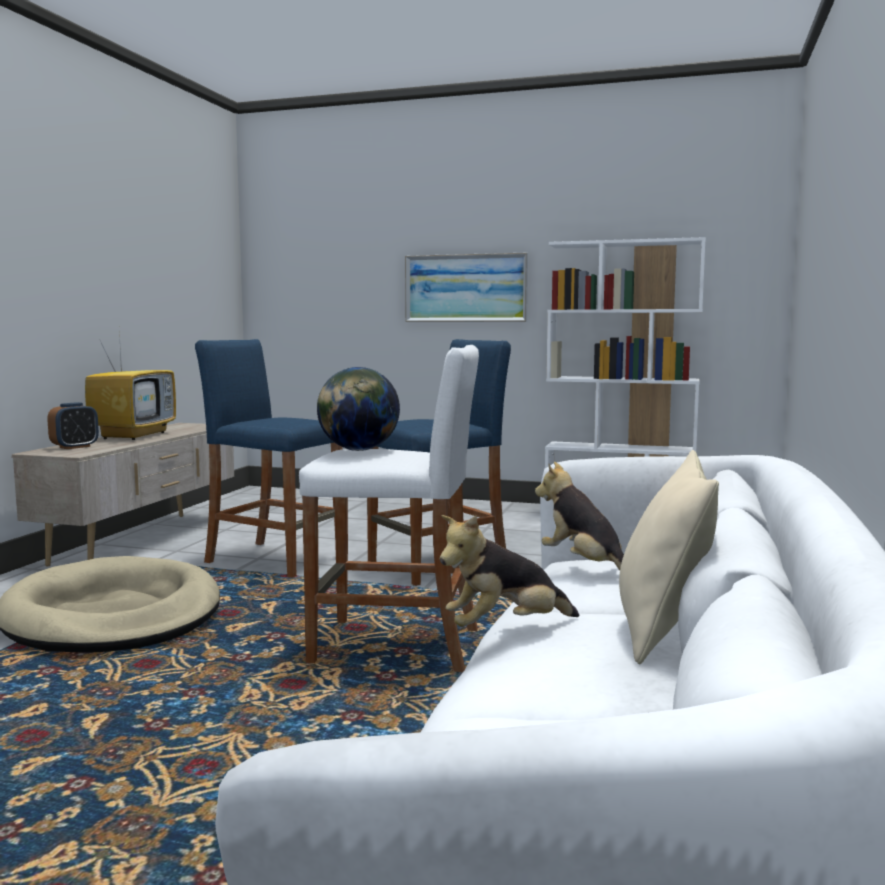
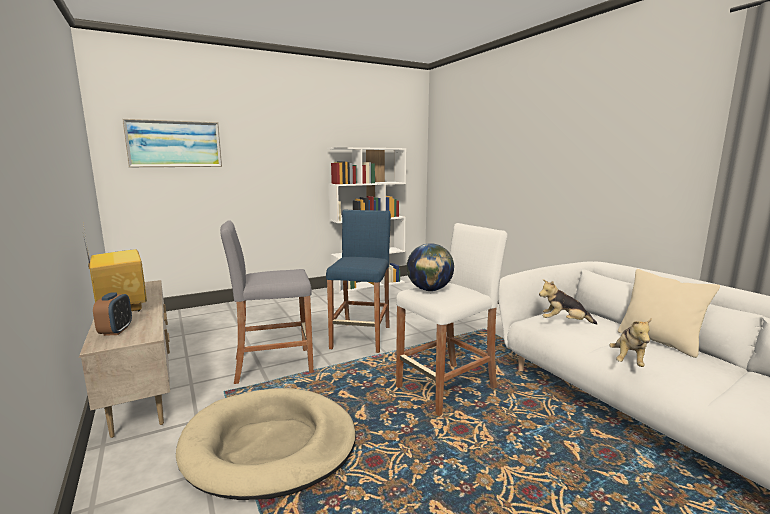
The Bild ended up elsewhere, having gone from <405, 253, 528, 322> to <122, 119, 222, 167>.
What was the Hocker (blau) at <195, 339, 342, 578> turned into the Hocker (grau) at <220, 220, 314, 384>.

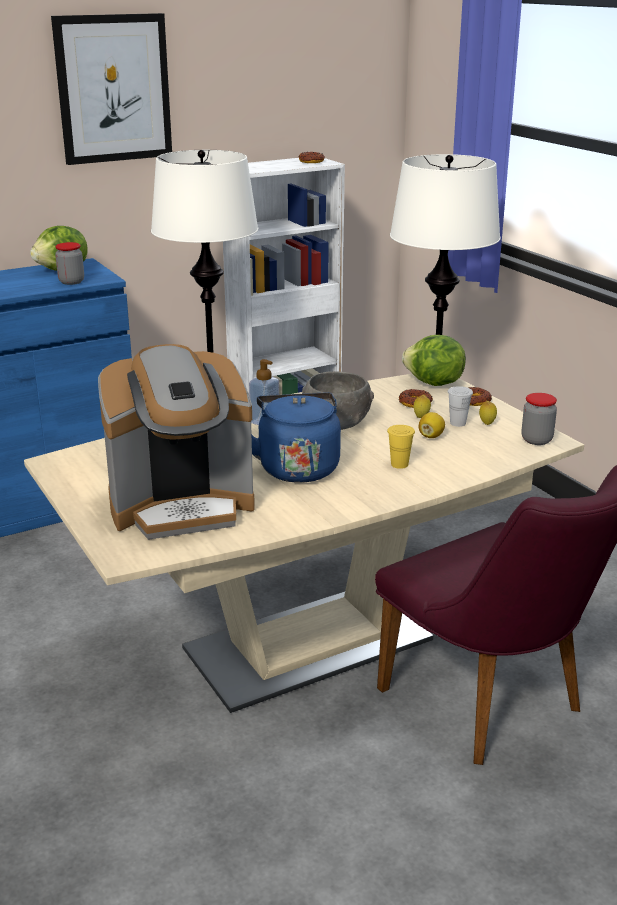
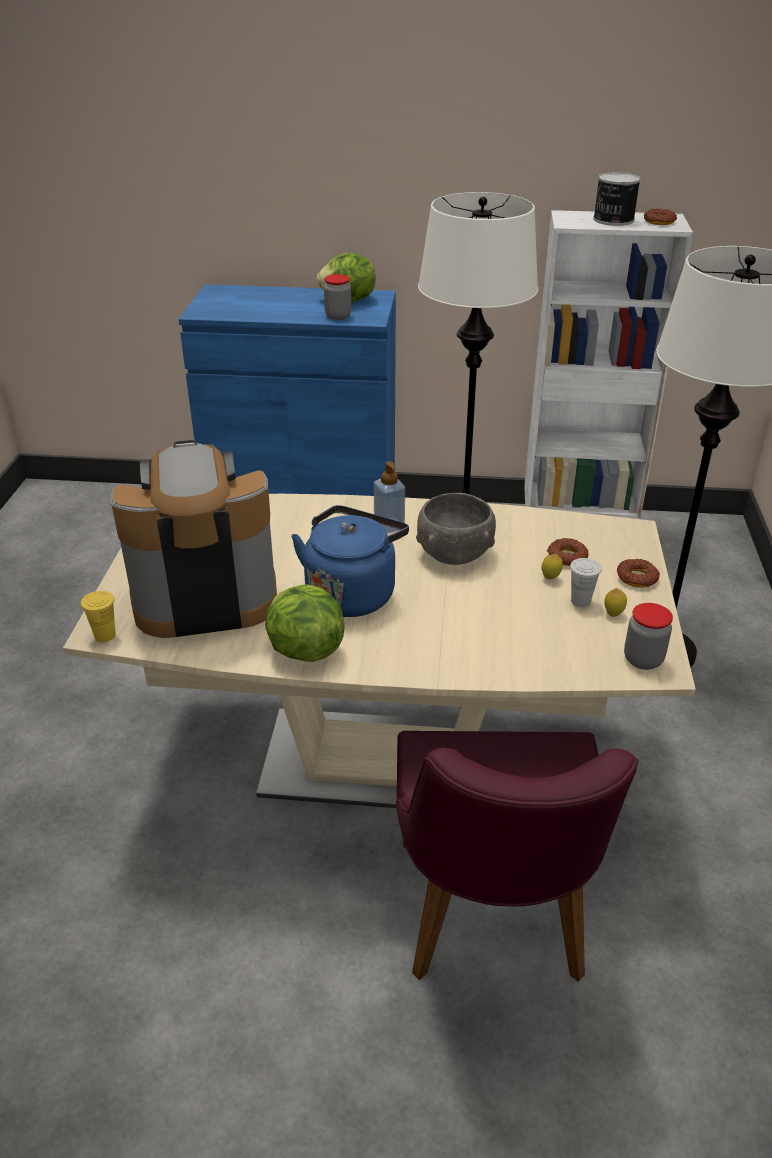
The second view lost the Bild at <51, 13, 172, 165>.
The second view lost the Zitrone at <419, 412, 445, 438>.
The second view gained the Dose at <593, 172, 641, 226>.
The Tasse (gelb) ended up elsewhere, having gone from <387, 425, 415, 469> to <81, 591, 115, 642>.
The Salatkopf ended up elsewhere, having gone from <402, 335, 466, 386> to <265, 584, 345, 662>.
The Kaffeemaschine at <98, 344, 255, 540> ended up facing another way, 150 degrees clockwise from before.

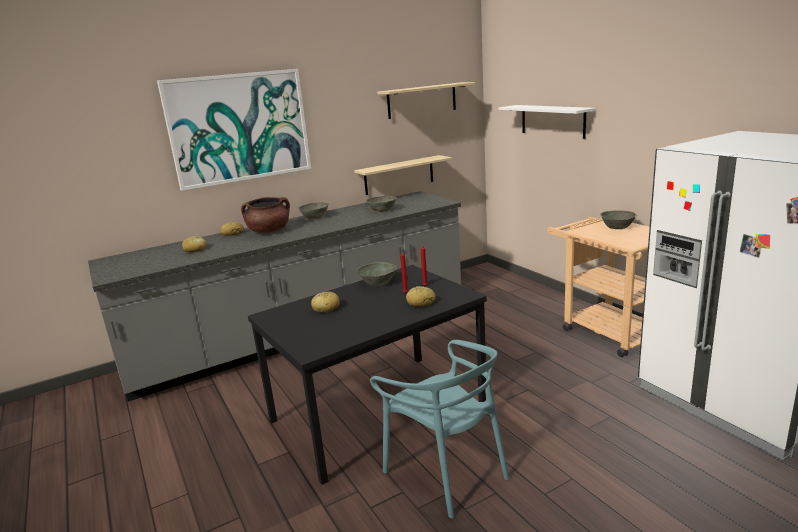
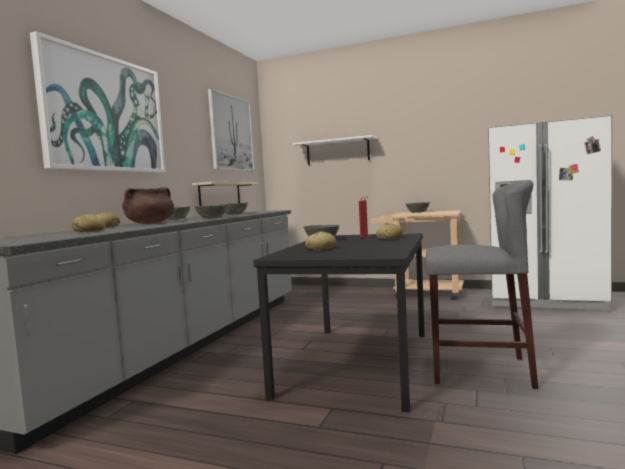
The second view gained the Schüssel (grau) at <194, 205, 228, 219>.
Where the Stuhl (türkis) stood at <370, 340, 509, 518>, the Hocker (grau) came to stand at <426, 180, 538, 389>.
Where the Wandregal (beige) hung at <377, 82, 476, 119>, the Bild came to hang at <208, 89, 255, 171>.

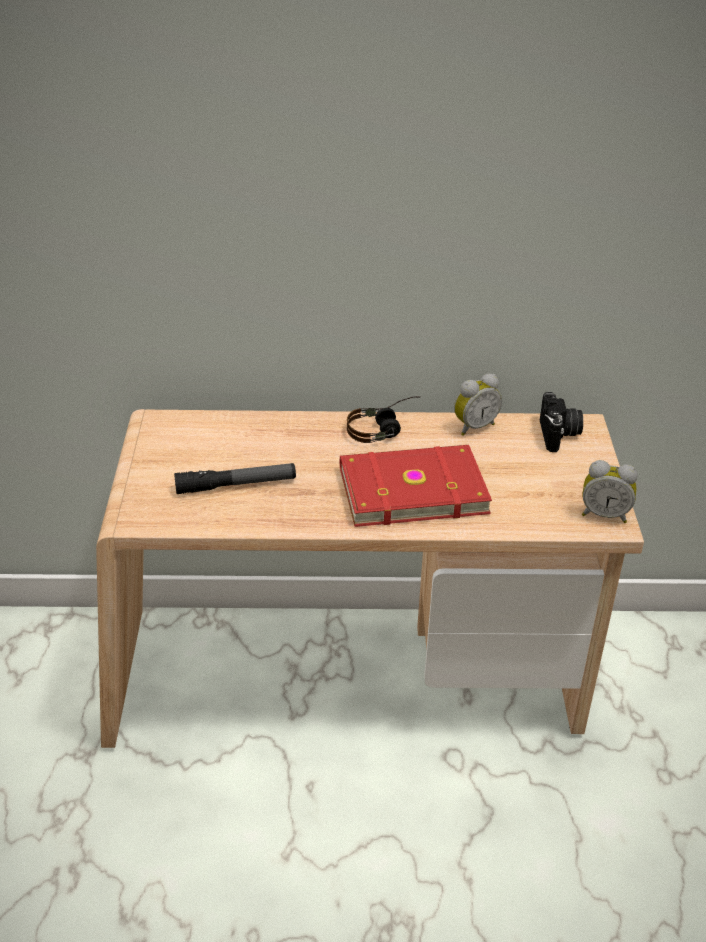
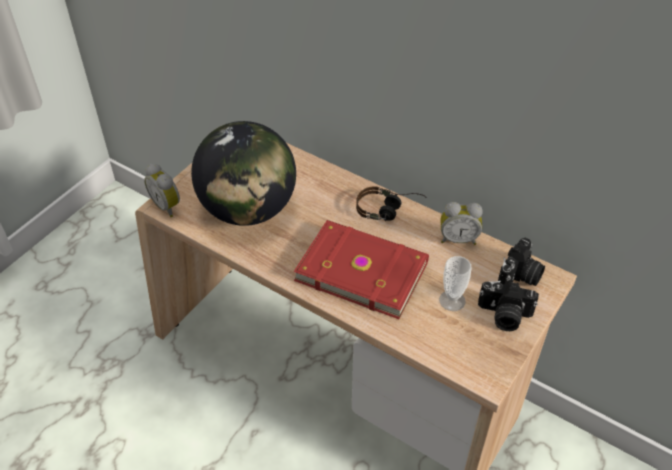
The second view gained the Tasse at <439, 256, 472, 311>.
The second view gained the Kamera at <478, 281, 539, 331>.
The Wecker ended up elsewhere, having gone from <582, 460, 638, 523> to <144, 164, 180, 217>.
Where the Taschenlampe stood at <174, 463, 296, 494>, the Globus came to stand at <191, 121, 296, 226>.

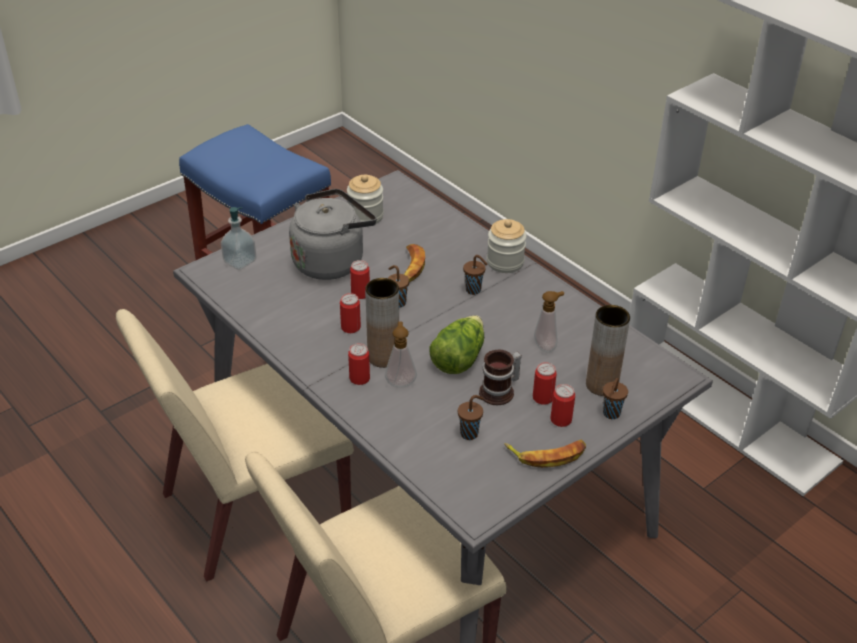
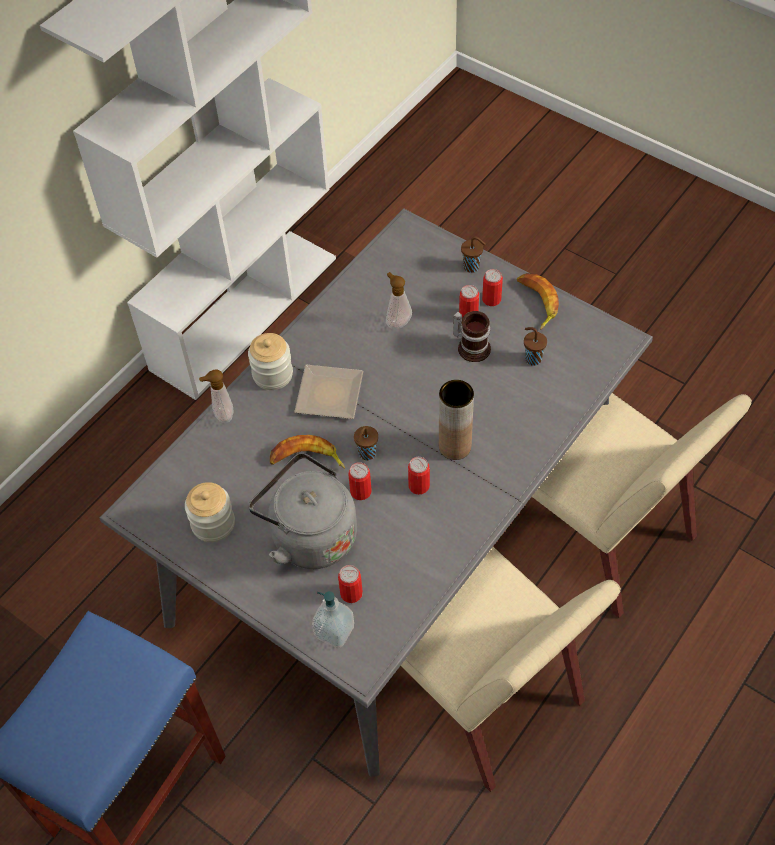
The second view lost the Salatkopf at <429, 315, 484, 374>.
The second view lost the Vase (braun) at <586, 305, 630, 396>.
The Dose ended up elsewhere, having gone from <348, 343, 370, 385> to <338, 565, 363, 603>.
The Seifenspender ended up elsewhere, having gone from <385, 321, 417, 388> to <199, 370, 234, 423>.
Where the Tasse (braun) stood at <463, 255, 487, 295>, the Teller came to stand at <294, 365, 363, 419>.

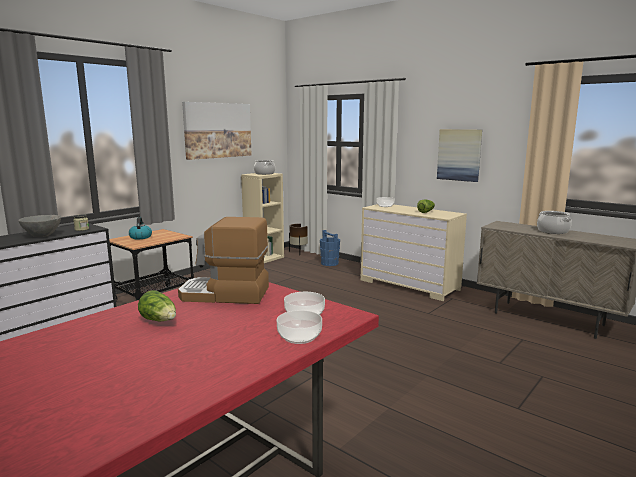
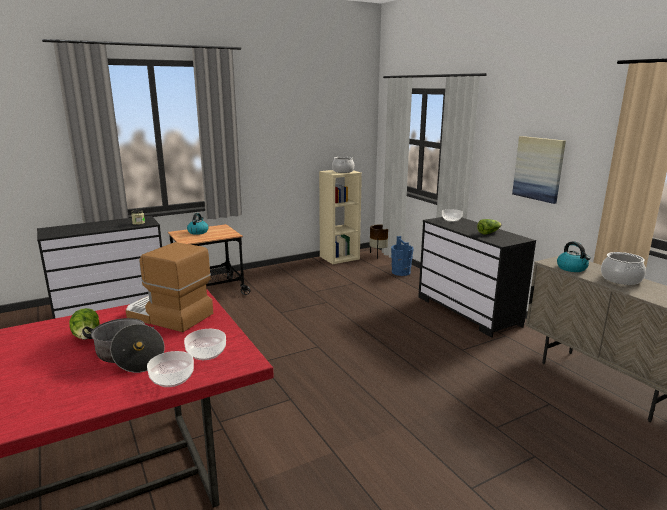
The second view lost the Schüssel (grau) at <18, 215, 61, 237>.
The second view lost the Bild at <182, 102, 251, 160>.
The second view gained the Kochtopf at <82, 318, 165, 373>.
The second view gained the Wasserkessel at <557, 241, 591, 272>.
What was the Kommode (beige) at <361, 204, 467, 301> turned into the Kommode (schwarz) at <418, 217, 536, 338>.

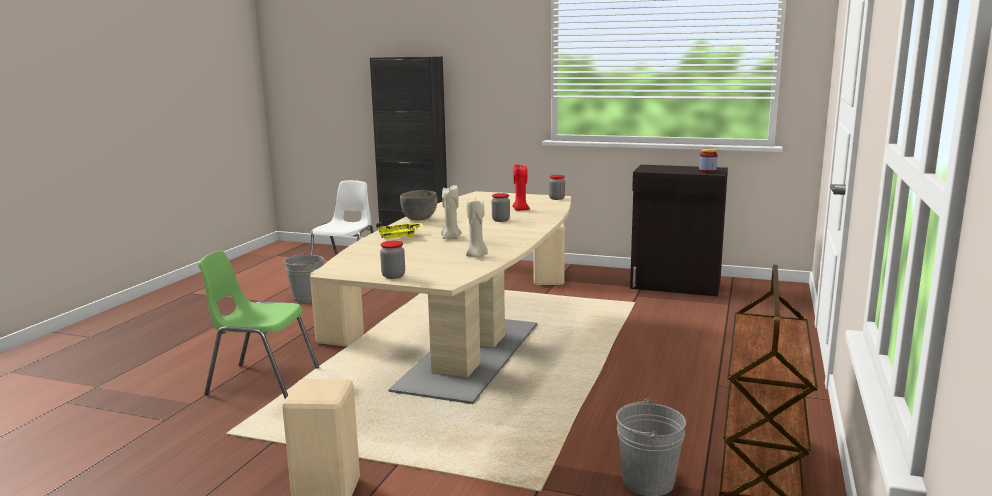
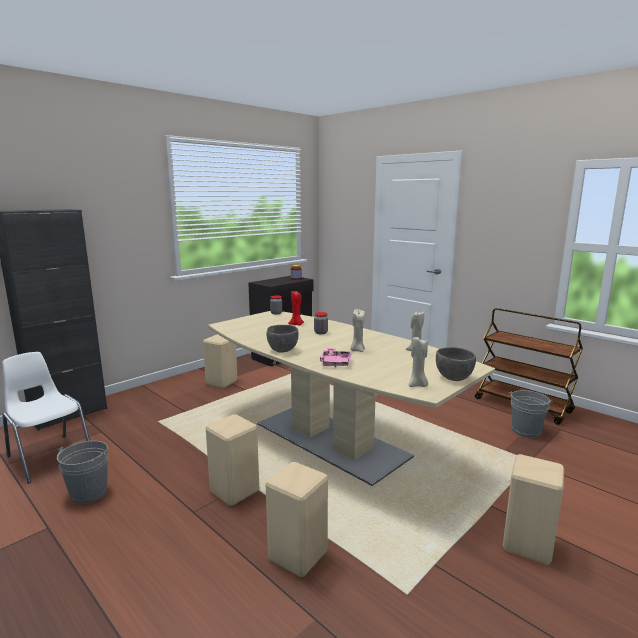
The second view gained the Kerze (beige) at <409, 337, 428, 387>.
Where the Stuhl (grün) stood at <198, 251, 319, 399>, the Hocker (beige) came to stand at <266, 462, 328, 577>.
Where the Vorratsglas stood at <380, 241, 405, 279>, the Schüssel (grau) came to stand at <436, 347, 476, 381>.
What was the Tablett (gelb) at <376, 223, 423, 239> turned into the Tablett (rosa) at <320, 348, 352, 367>.

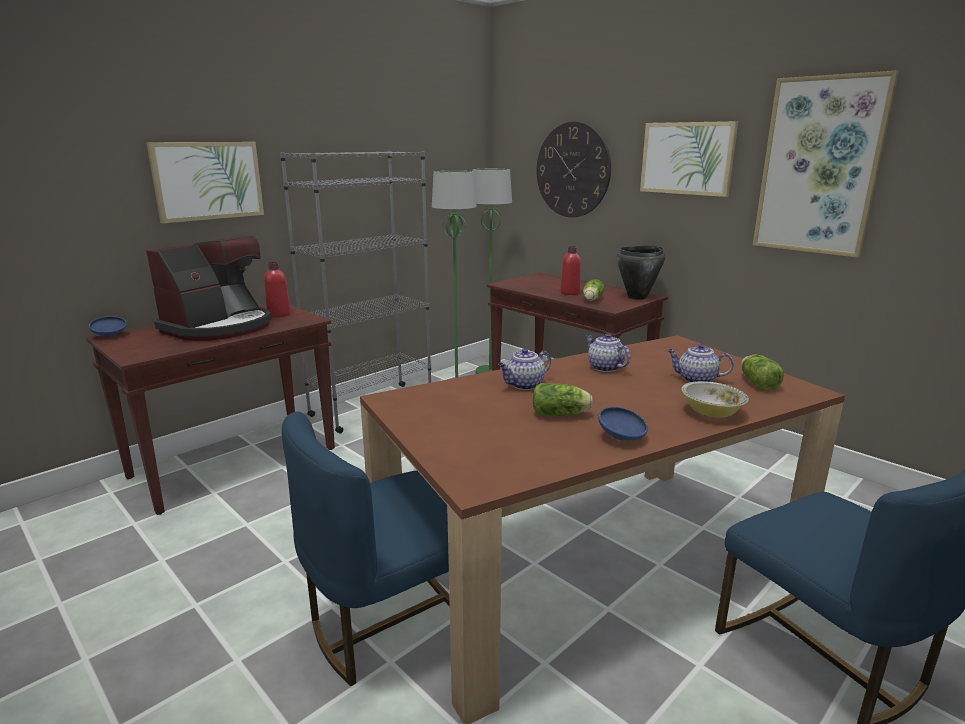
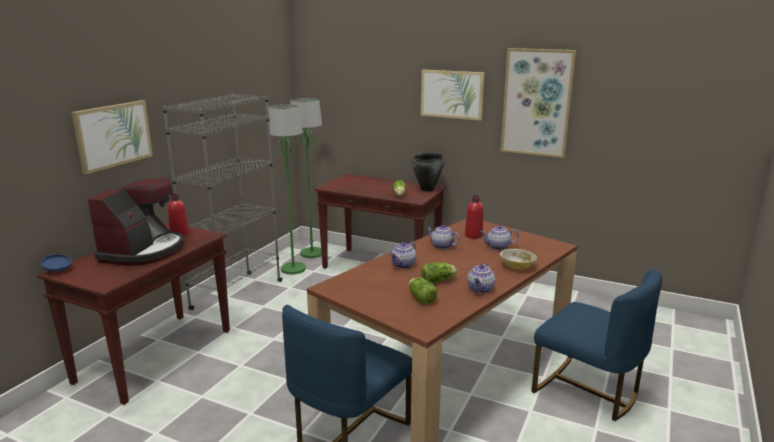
The second view lost the Wanduhr at <537, 122, 611, 217>.
The Flasche (rot) ended up elsewhere, having gone from <560, 246, 581, 295> to <465, 195, 483, 239>.
The Salatkopf ended up elsewhere, having gone from <741, 354, 784, 390> to <409, 277, 437, 305>.
Where the Schüssel (blau) stood at <598, 407, 648, 440>, the Teekanne came to stand at <467, 263, 495, 293>.

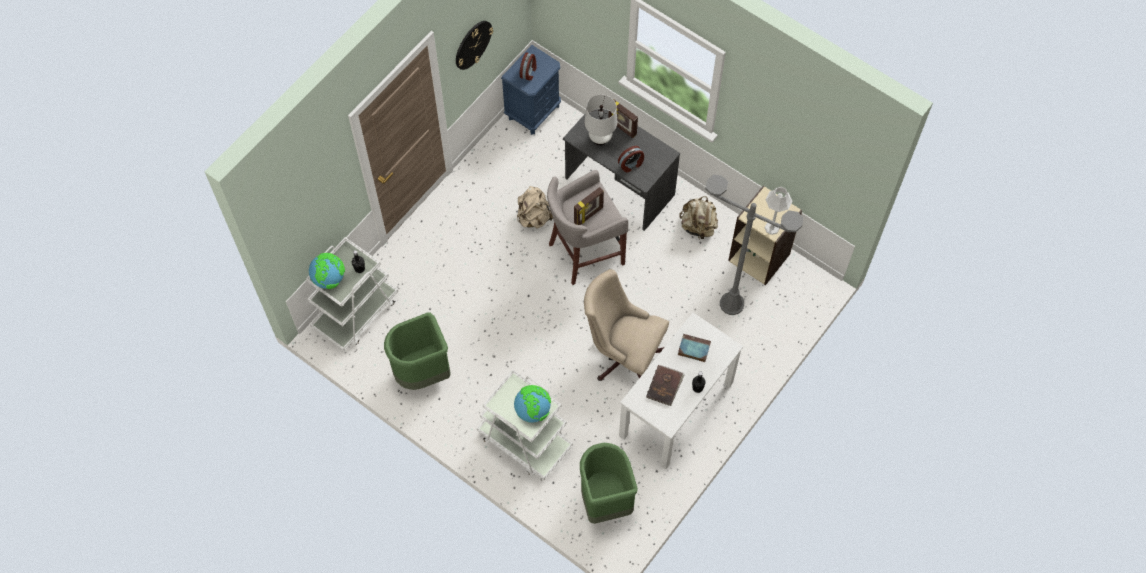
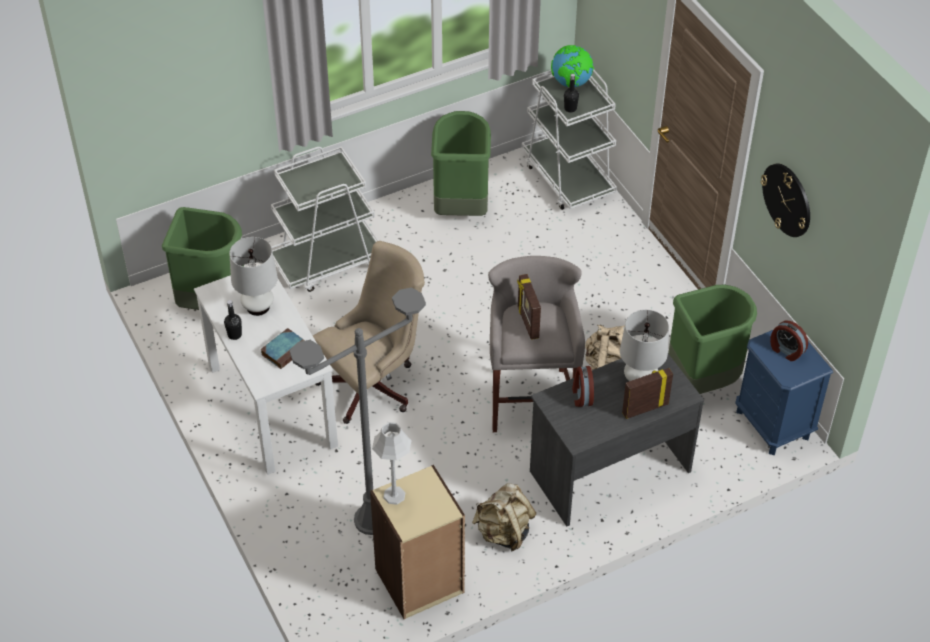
The second view lost the Globus at <514, 385, 551, 423>.
The second view gained the Mülleimer (grün) at <668, 285, 757, 394>.
Where the Buch (braun) stood at <646, 365, 684, 406>, the Tischlampe (weiß) came to stand at <230, 237, 278, 316>.

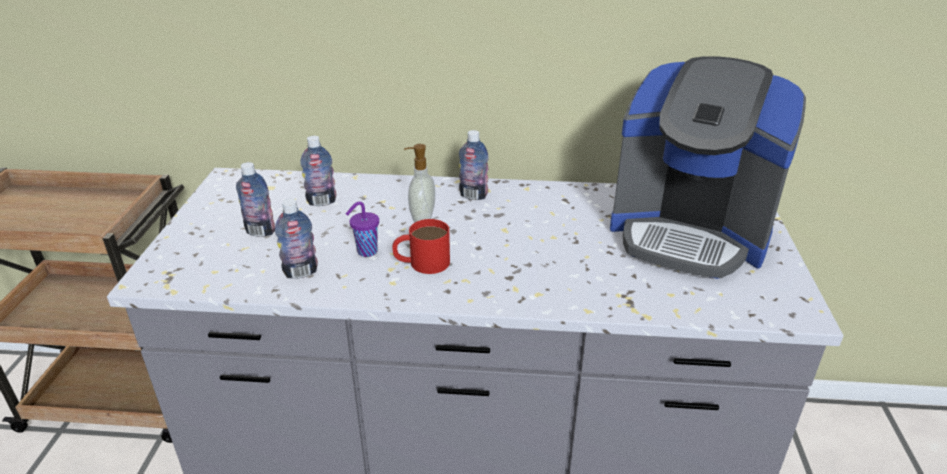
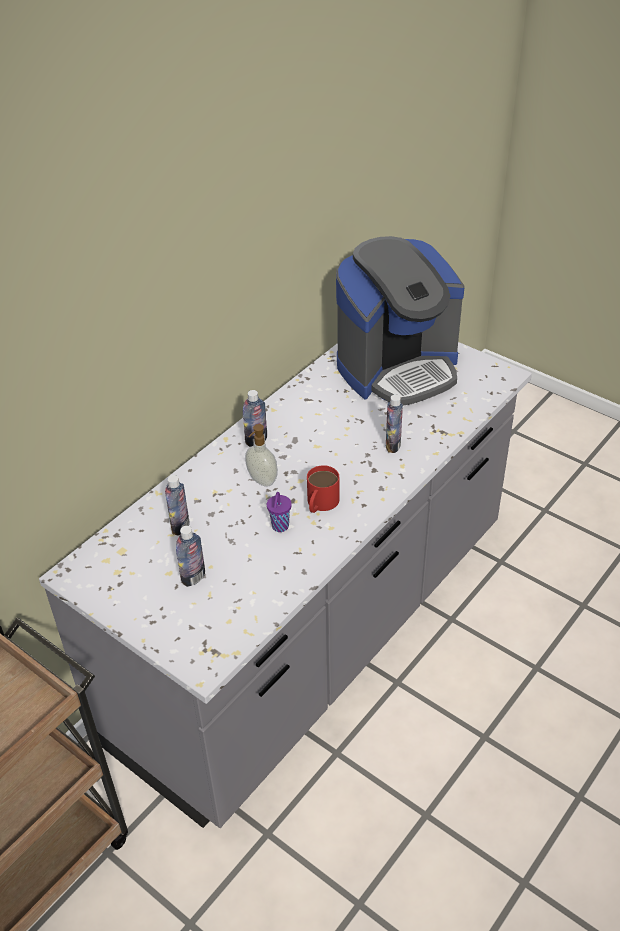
The Flasche ended up elsewhere, having gone from <275, 199, 318, 279> to <386, 395, 403, 453>.

